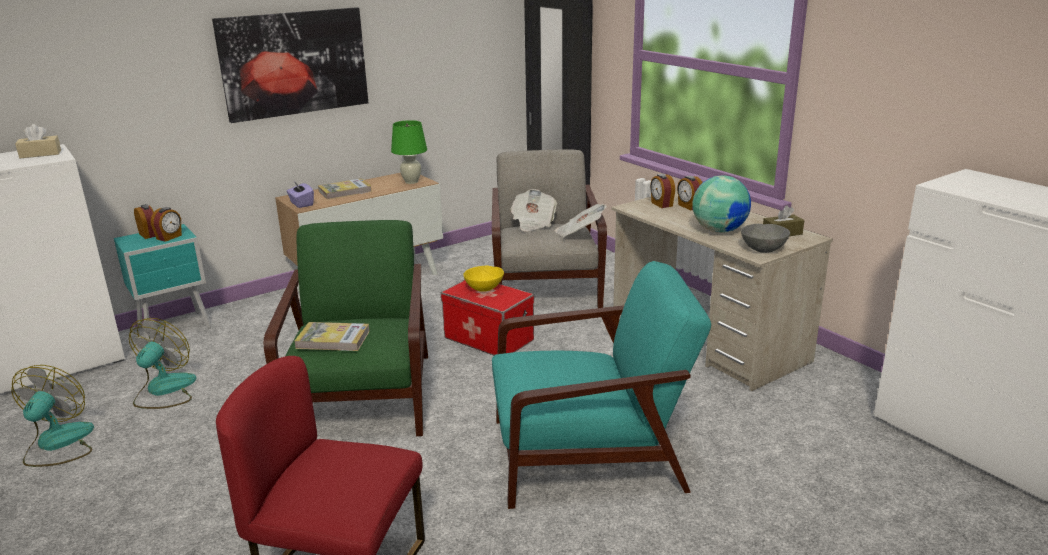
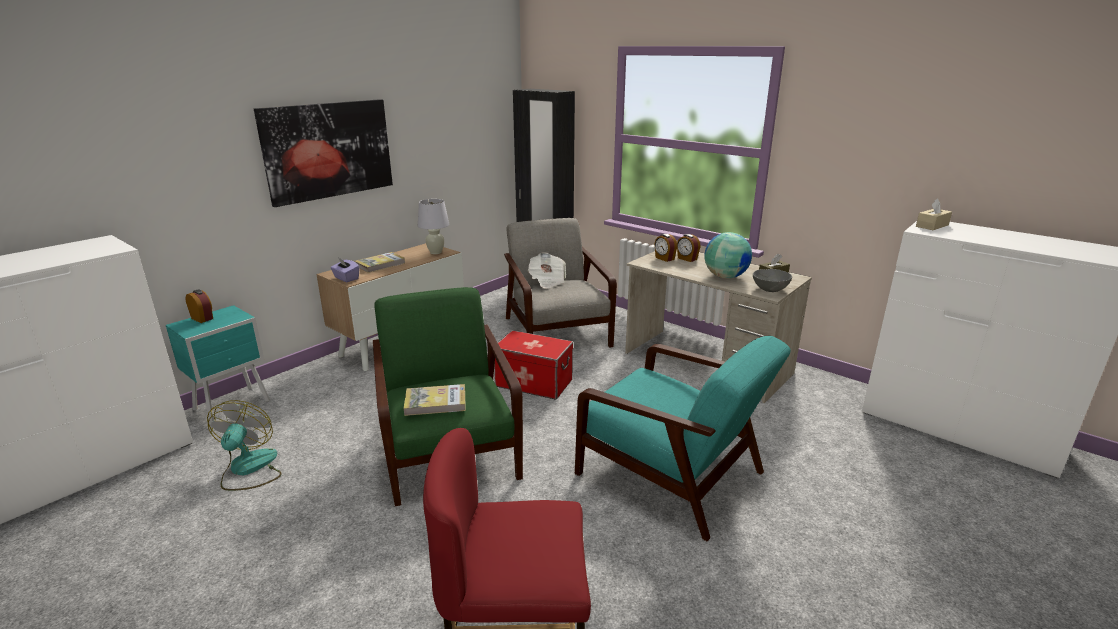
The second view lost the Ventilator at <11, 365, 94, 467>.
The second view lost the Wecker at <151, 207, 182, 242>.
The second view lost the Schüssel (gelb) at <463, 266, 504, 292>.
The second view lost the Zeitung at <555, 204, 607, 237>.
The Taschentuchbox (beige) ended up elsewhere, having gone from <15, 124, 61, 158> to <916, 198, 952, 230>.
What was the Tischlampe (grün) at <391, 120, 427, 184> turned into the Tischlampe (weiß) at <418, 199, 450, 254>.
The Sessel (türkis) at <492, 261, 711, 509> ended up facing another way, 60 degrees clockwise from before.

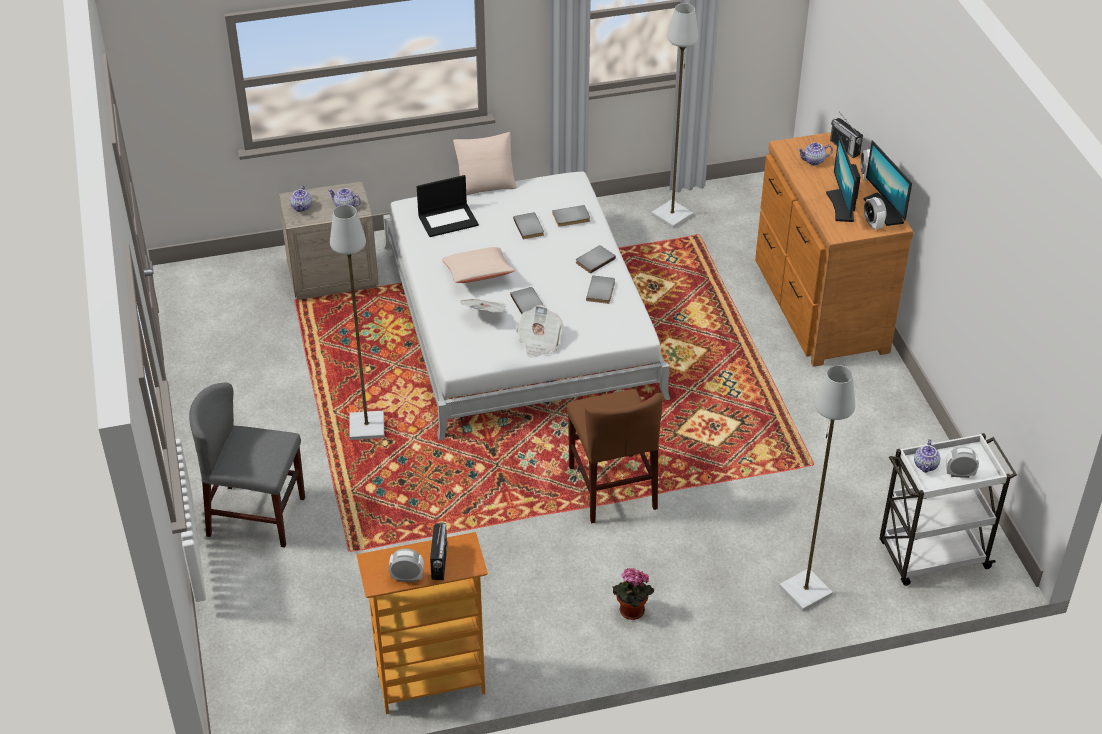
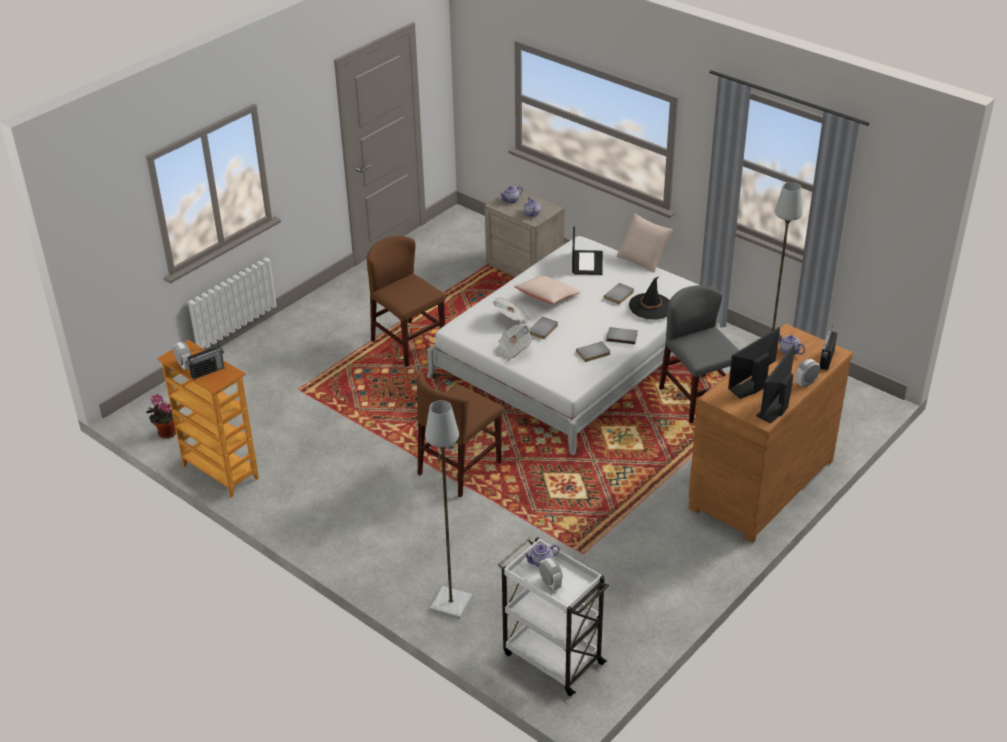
The second view lost the Wecker at <864, 197, 887, 230>.
The Stuhl (grau) ended up elsewhere, having gone from <189, 383, 305, 548> to <659, 285, 740, 423>.
The Topfpflanze ended up elsewhere, having gone from <612, 568, 654, 620> to <147, 394, 176, 439>.
Where the Stehlampe (grau) stood at <330, 205, 384, 440>, the Stuhl (braun) came to stand at <367, 236, 445, 367>.
Where the Buch (grau) stood at <552, 205, 590, 227>, the Hut (schwarz) came to stand at <629, 277, 669, 320>.
The Laptop at <416, 175, 479, 237> ended up facing another way, 120 degrees counterclockwise from before.

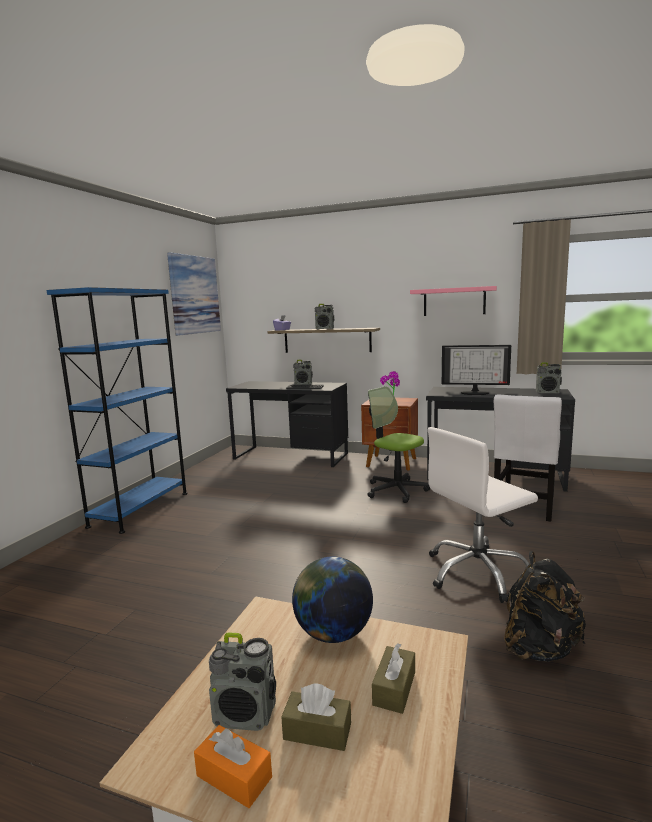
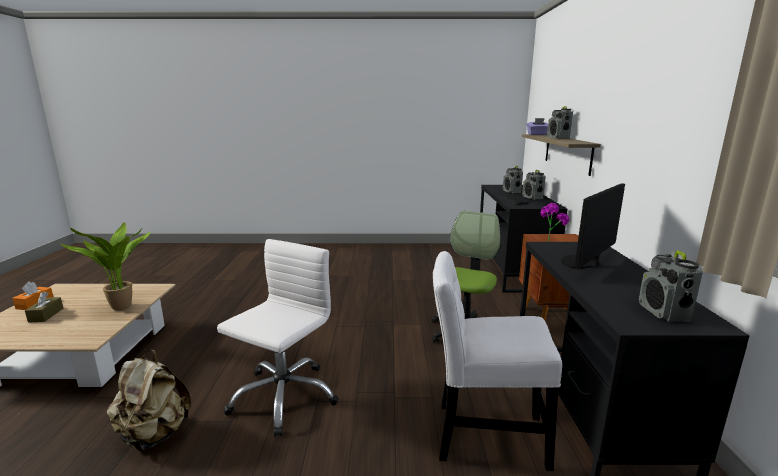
The second view lost the Bücherregal (blau) at <47, 287, 188, 534>.
The second view lost the Bild at <167, 252, 221, 336>.
The second view lost the Taschentuchbox (braun) at <372, 643, 415, 714>.
The second view lost the Wandregal (rosa) at <410, 286, 497, 316>.
The Radio ended up elsewhere, having gone from <209, 632, 276, 731> to <503, 166, 523, 194>.
Where the Globus stood at <292, 557, 373, 643>, the Topfpflanze came to stand at <60, 222, 151, 311>.
What was the Rucksack (schwarz) at <504, 551, 586, 662> turned into the Rucksack (beige) at <107, 350, 191, 452>.
The Bürostuhl (weiß) at <428, 427, 538, 603> ended up facing another way, 75 degrees clockwise from before.
The Monitor at <442, 345, 511, 395> ended up facing another way, 45 degrees clockwise from before.

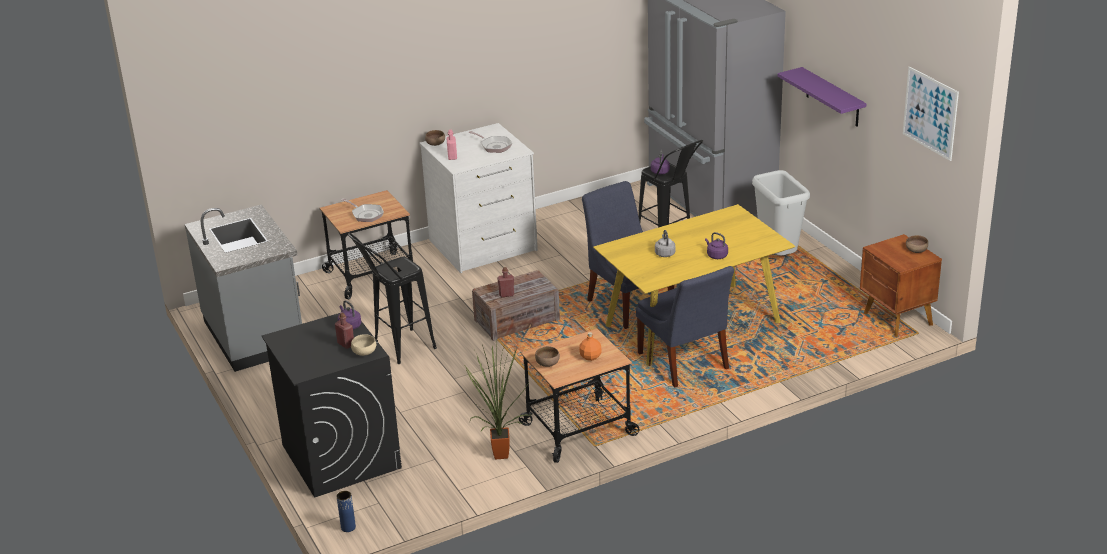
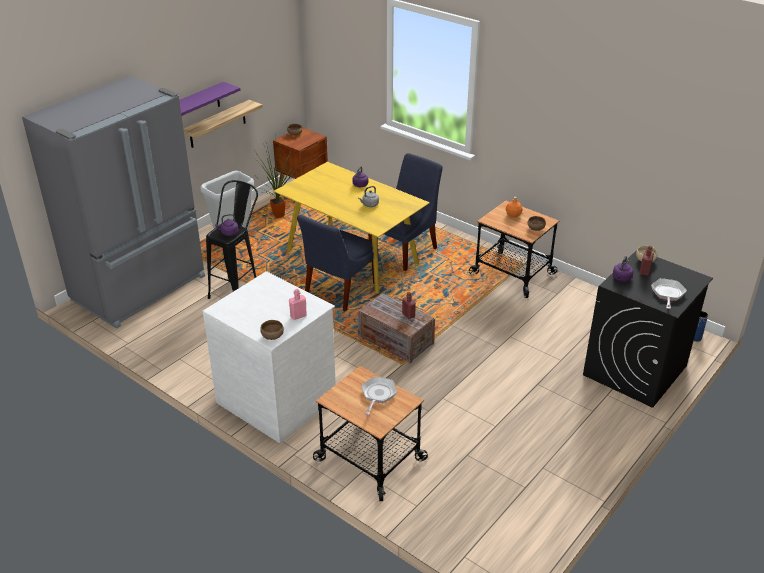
The second view lost the Küchenzeile (grau) at <185, 204, 302, 372>.
The second view lost the Hocker (schwarz) at <348, 233, 437, 364>.
The second view lost the Bild at <903, 67, 959, 161>.
The second view gained the Wandregal at <183, 100, 263, 148>.
The Topfpflanze ended up elsewhere, having gone from <465, 342, 529, 459> to <254, 137, 295, 218>.
The Pfanne ended up elsewhere, having gone from <469, 131, 512, 153> to <651, 278, 687, 309>.

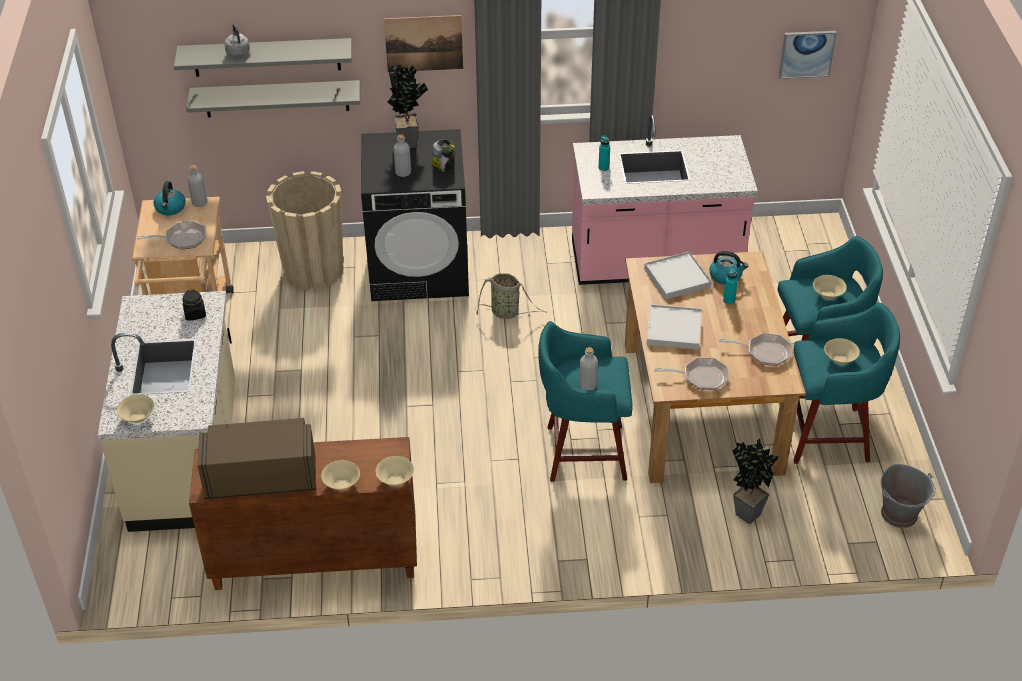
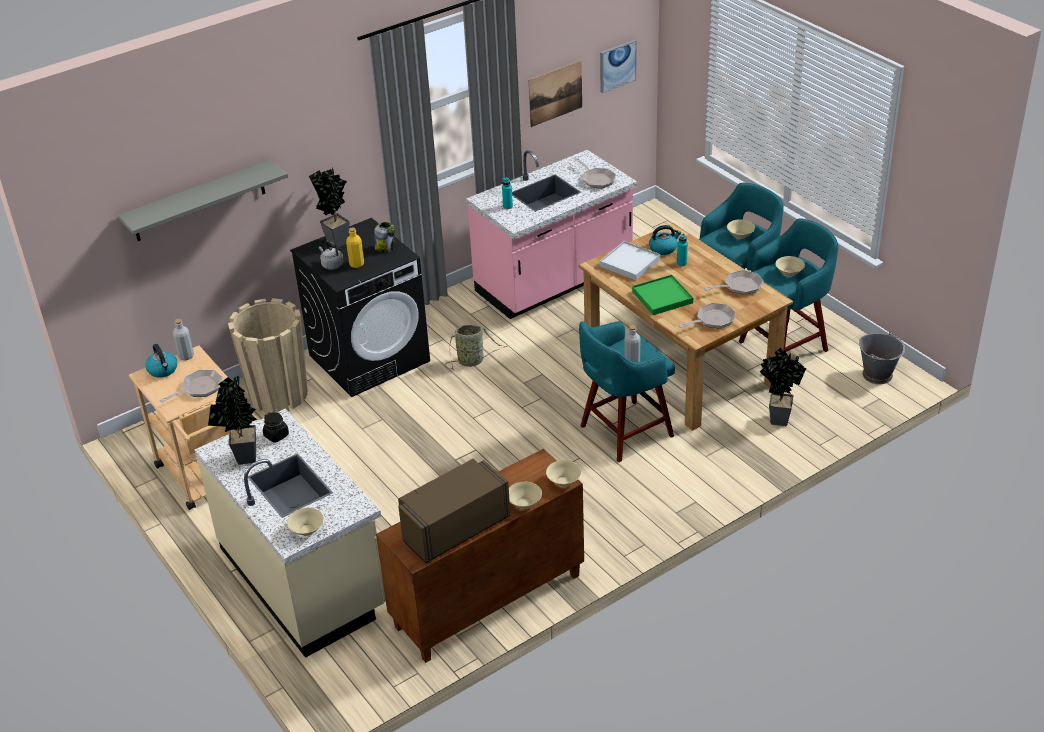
The second view lost the Wandregal (grau) at <186, 80, 360, 117>.
The second view gained the Topfpflanze at <208, 376, 257, 465>.
The second view gained the Pfanne at <574, 158, 616, 188>.
The Wasserkessel (grau) ended up elsewhere, having gone from <224, 24, 250, 57> to <319, 241, 343, 270>.
The Bild ended up elsewhere, having gone from <384, 15, 463, 72> to <528, 61, 582, 127>.
What was the Flasche (grau) at <394, 134, 411, 177> turned into the Flasche (gelb) at <346, 227, 364, 268>.
What was the Tablett (weiß) at <647, 304, 702, 350> turned into the Tablett (grün) at <632, 275, 693, 315>.

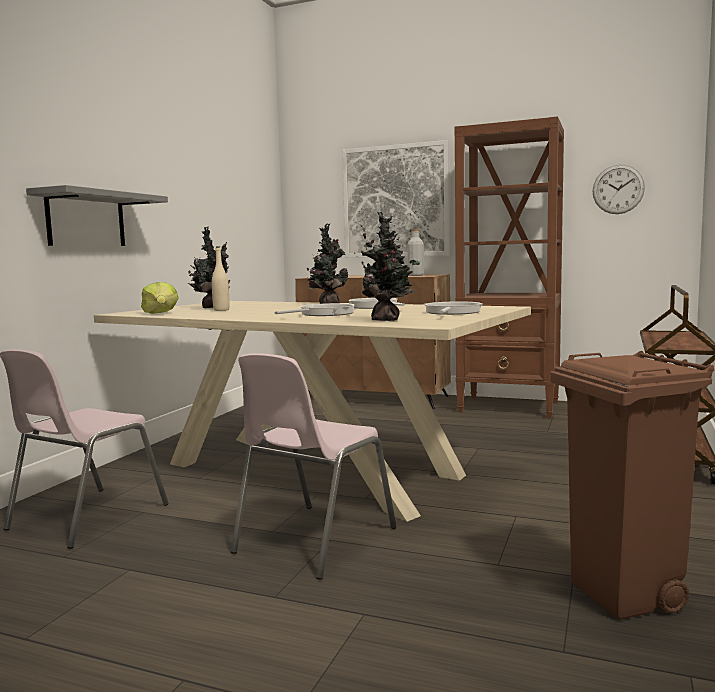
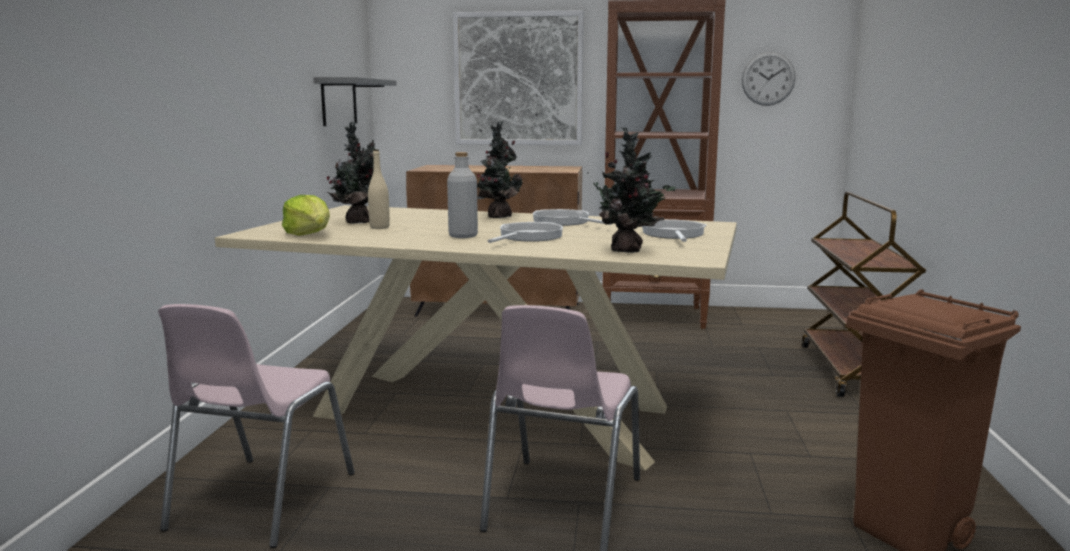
The Wandregal (grau) ended up elsewhere, having gone from <26, 185, 168, 246> to <313, 77, 397, 126>.
The Flasche (grau) ended up elsewhere, having gone from <408, 229, 424, 276> to <447, 152, 478, 238>.

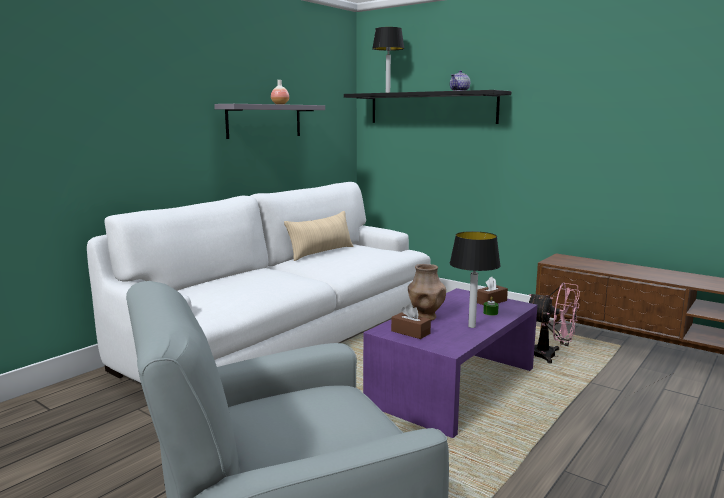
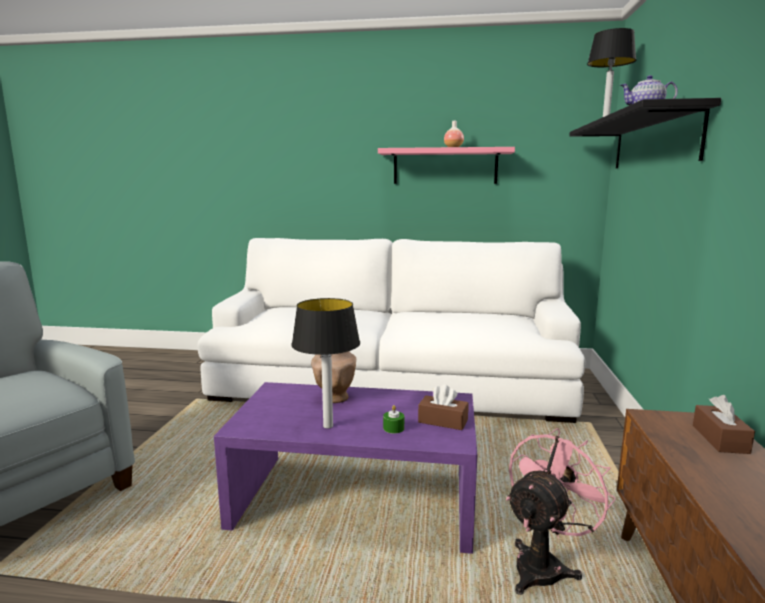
The second view lost the Kissen (beige) at <284, 211, 353, 261>.
The Taschentuchbox (braun) ended up elsewhere, having gone from <391, 304, 431, 339> to <693, 395, 755, 454>.
What was the Wandregal (grau) at <214, 104, 325, 139> turned into the Wandregal (rosa) at <378, 147, 515, 184>.
The Ventilator (rosa) at <529, 283, 580, 363> ended up facing another way, 135 degrees counterclockwise from before.

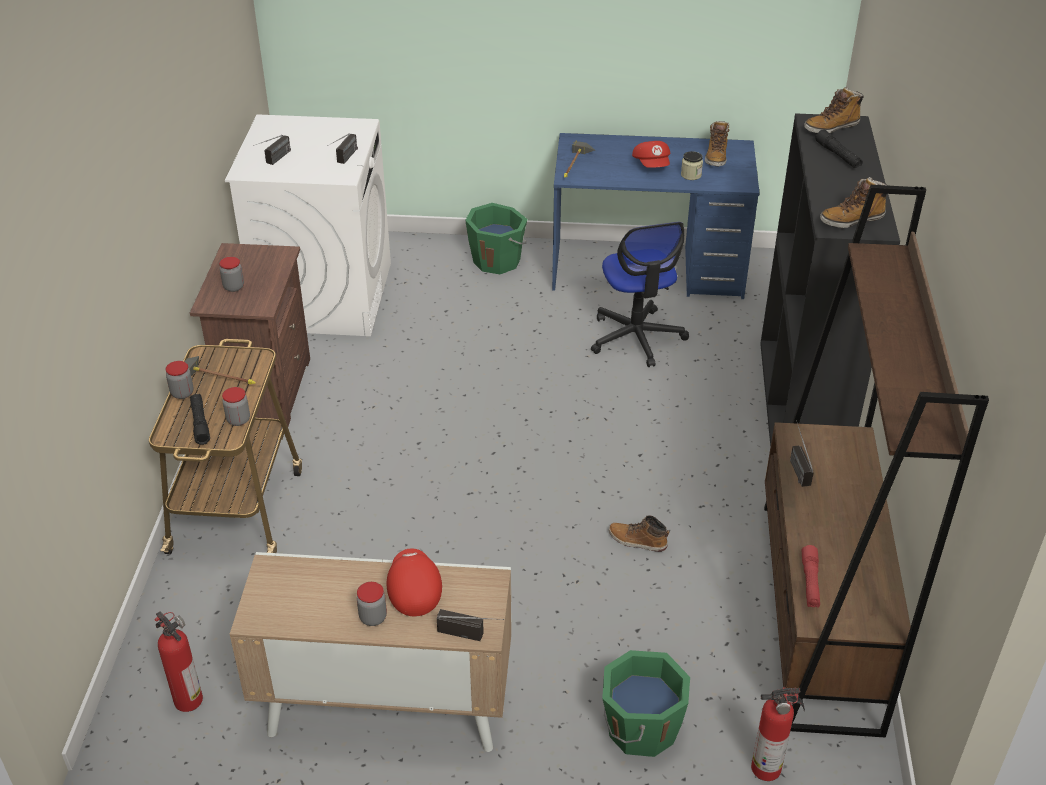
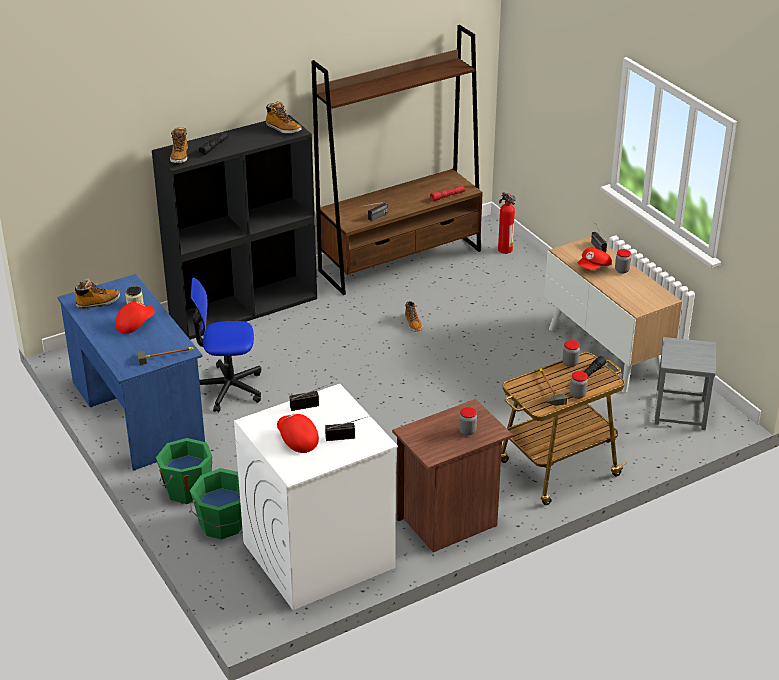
The second view gained the Kappe (rot) at <277, 414, 319, 453>.
The Eimer (grün) ended up elsewhere, having gone from <602, 650, 690, 757> to <190, 468, 242, 540>.
Where the Feuerlöscher stood at <155, 611, 203, 712>, the Hocker (grau) came to stand at <654, 337, 716, 430>.
The Bürostuhl at <591, 222, 689, 367> ended up facing another way, 135 degrees counterclockwise from before.
The Stiefel at <804, 87, 864, 134> ended up facing another way, 60 degrees clockwise from before.

